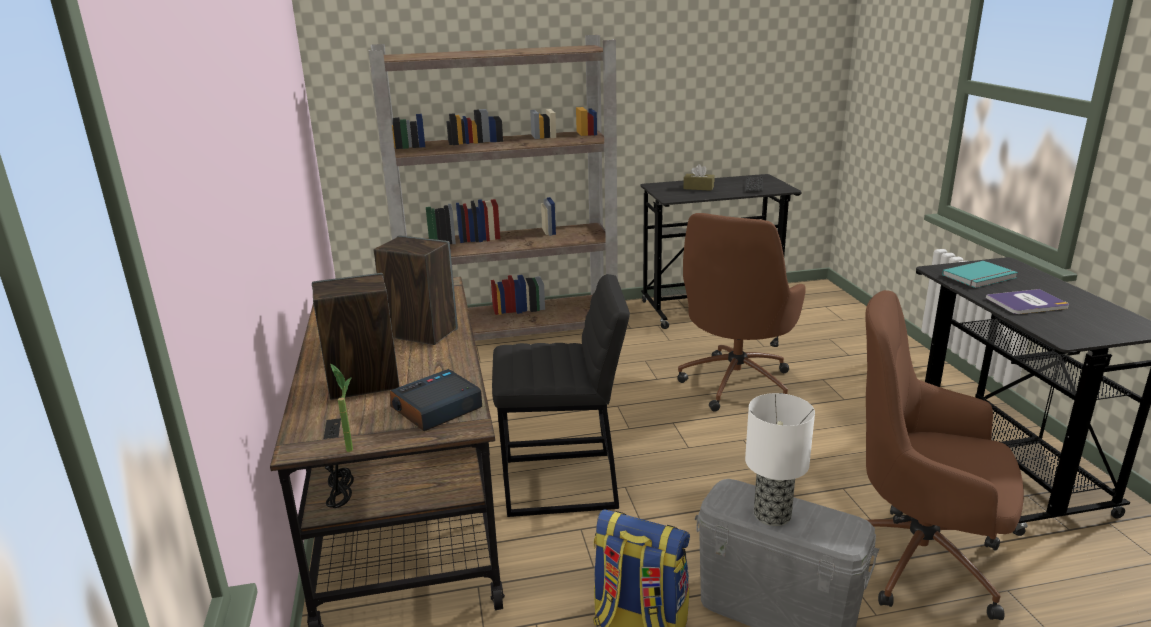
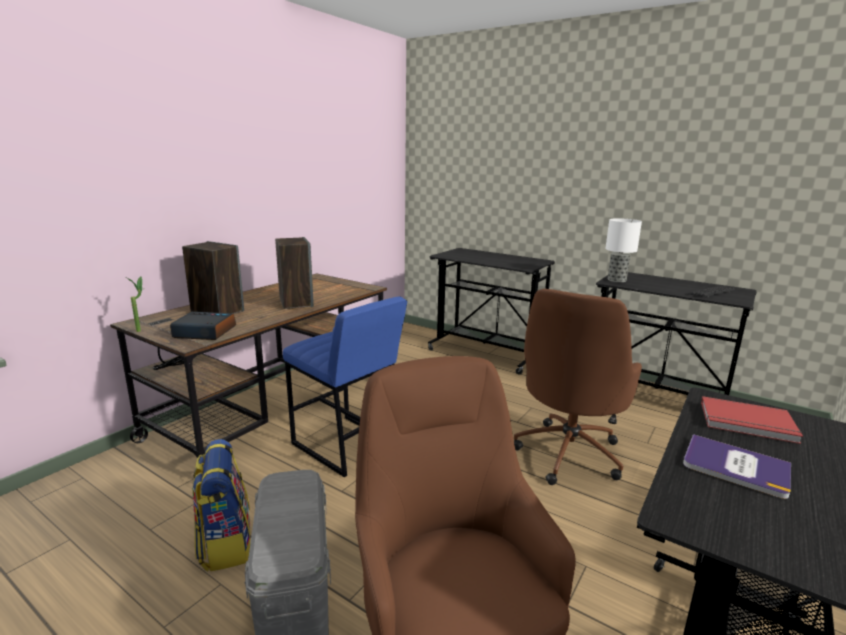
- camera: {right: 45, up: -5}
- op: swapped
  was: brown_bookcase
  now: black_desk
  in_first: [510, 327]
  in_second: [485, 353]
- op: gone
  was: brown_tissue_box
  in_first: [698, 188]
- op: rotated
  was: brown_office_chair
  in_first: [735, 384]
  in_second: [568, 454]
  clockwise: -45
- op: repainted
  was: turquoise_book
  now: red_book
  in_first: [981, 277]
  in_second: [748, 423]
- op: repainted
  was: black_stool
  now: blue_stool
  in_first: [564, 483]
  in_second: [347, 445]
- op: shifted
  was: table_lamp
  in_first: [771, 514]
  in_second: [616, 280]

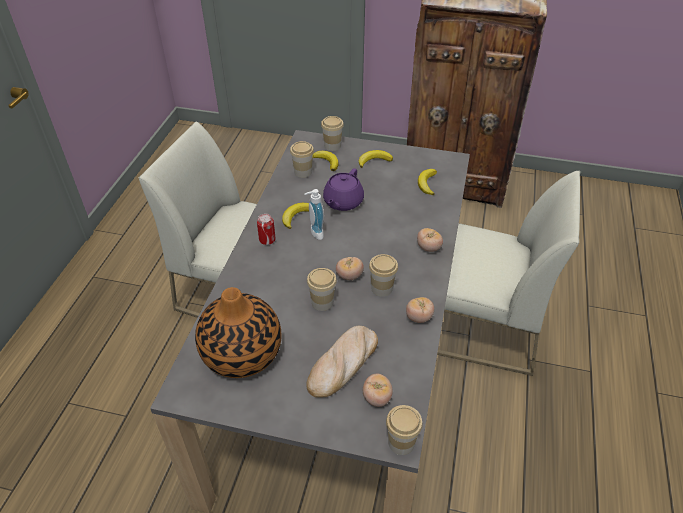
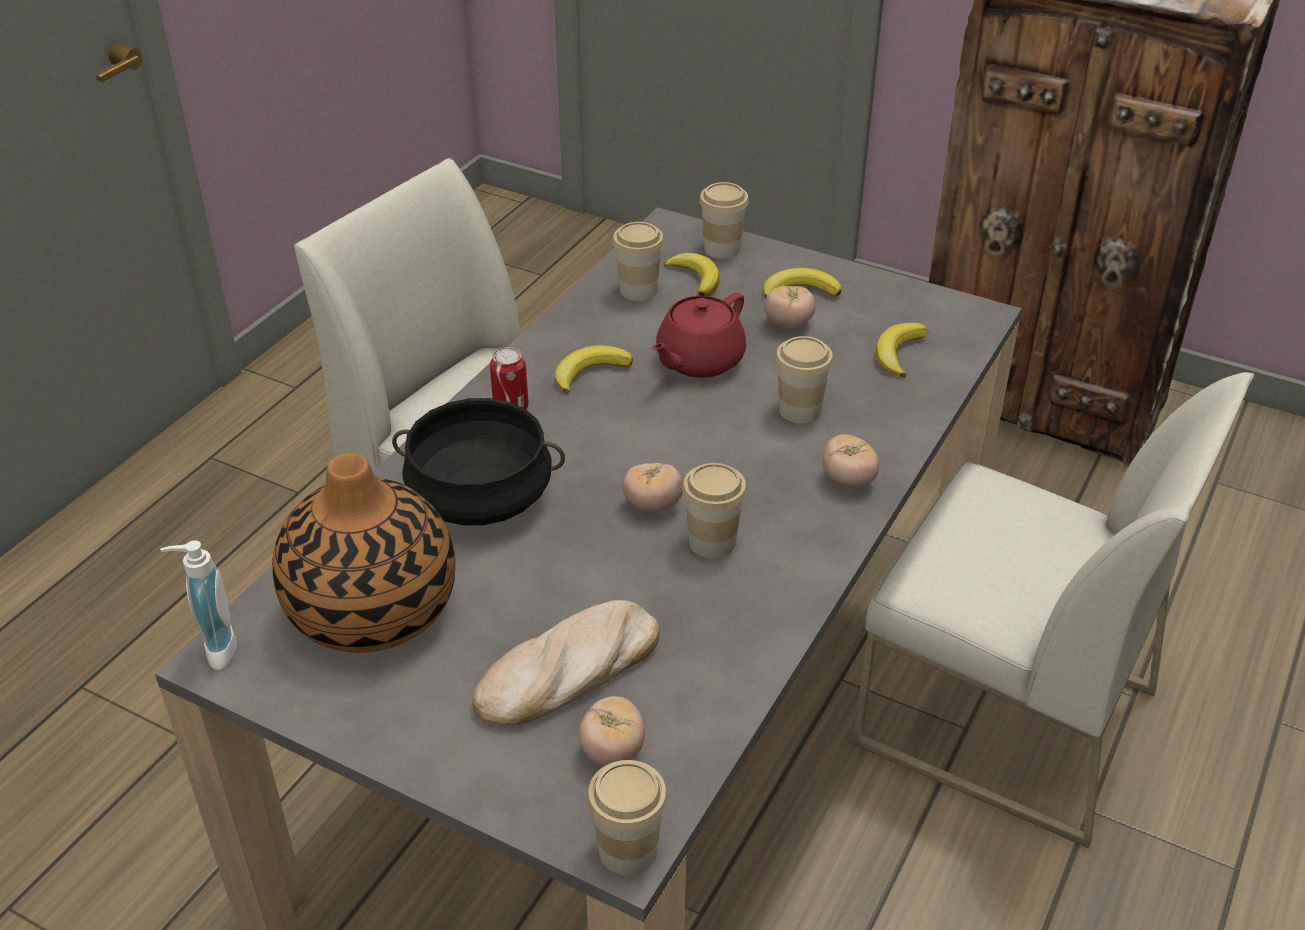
- camera: {right: 15, up: -5}
- op: repainted
  was: purple_teapot
  now: red_teapot
  in_first: [342, 202]
  in_second: [698, 361]
- op: shifted
  was: soap_dispenser
  in_first: [314, 233]
  in_second: [214, 649]
- op: shifted
  was: cup
  in_first: [322, 302]
  in_second: [799, 410]
- op: shifted
  was: tomato
  in_first: [419, 317]
  in_second: [788, 324]
- op: new
  now: black_cooking_pot
  in_second: [481, 496]

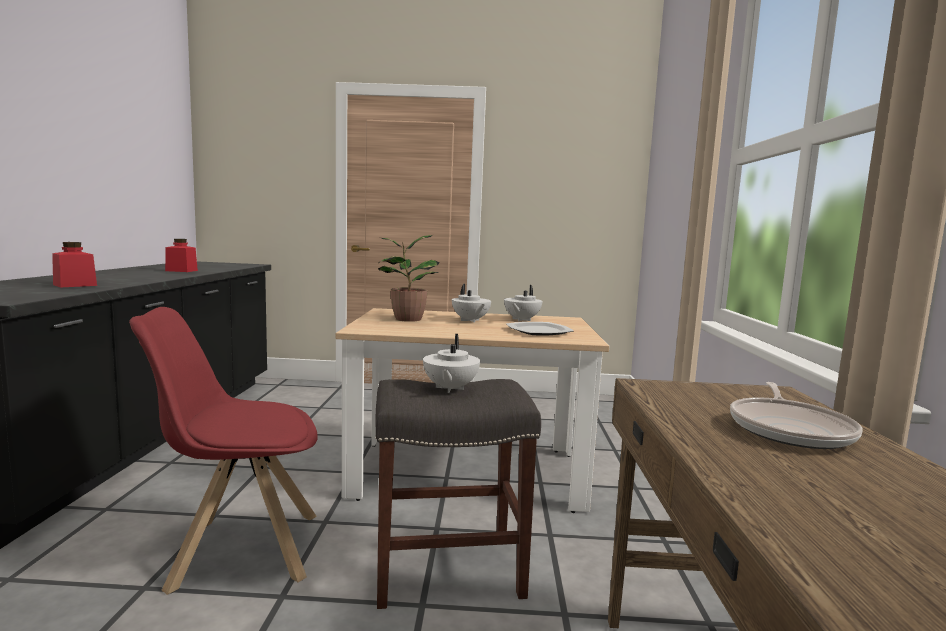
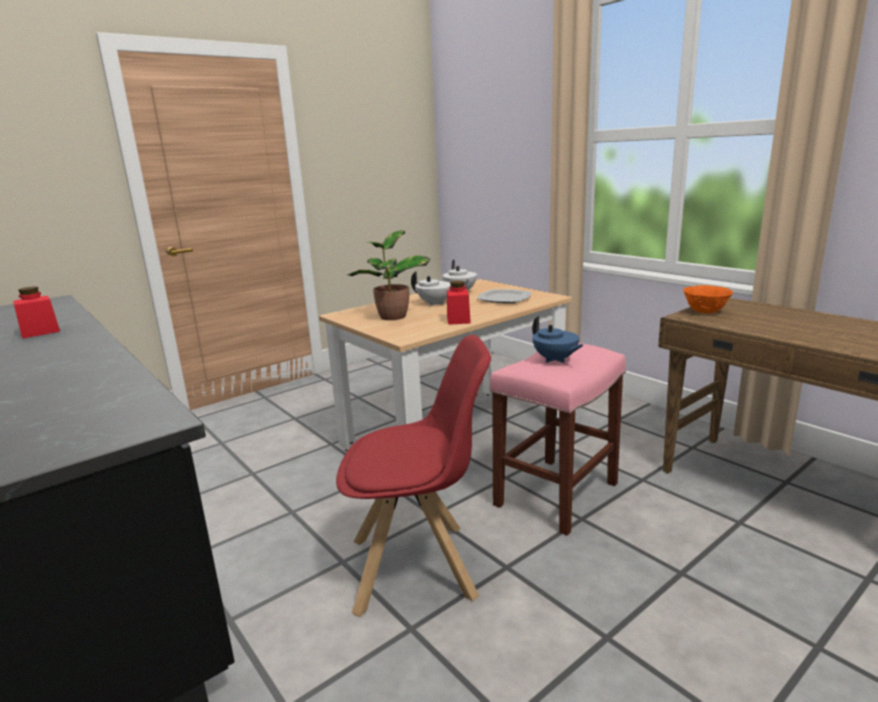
- camera: {right: -40, up: 10}
- op: shifted
  was: red_jar
  in_first: [75, 285]
  in_second: [458, 320]
- op: rotated
  was: red_chair
  in_first: [239, 550]
  in_second: [419, 566]
  clockwise: -135
- op: repainted
  was: white_teapot
  now: blue_teapot
  in_first: [449, 388]
  in_second: [555, 360]
- op: repainted
  was: grey_stool
  now: pink_stool
  in_first: [445, 569]
  in_second: [556, 495]
- op: gone
  was: frying_pan
  in_first: [789, 429]
- op: new
  now: orange_bowl
  in_second: [705, 312]

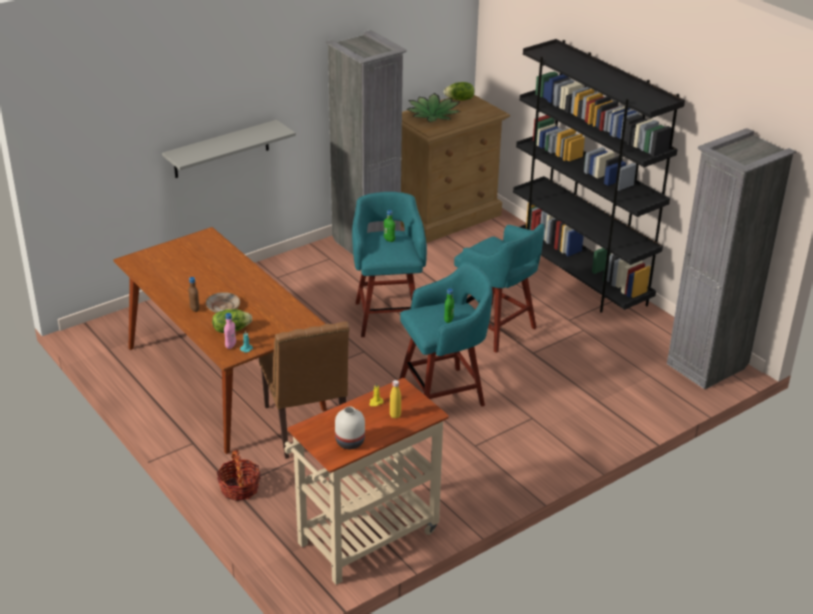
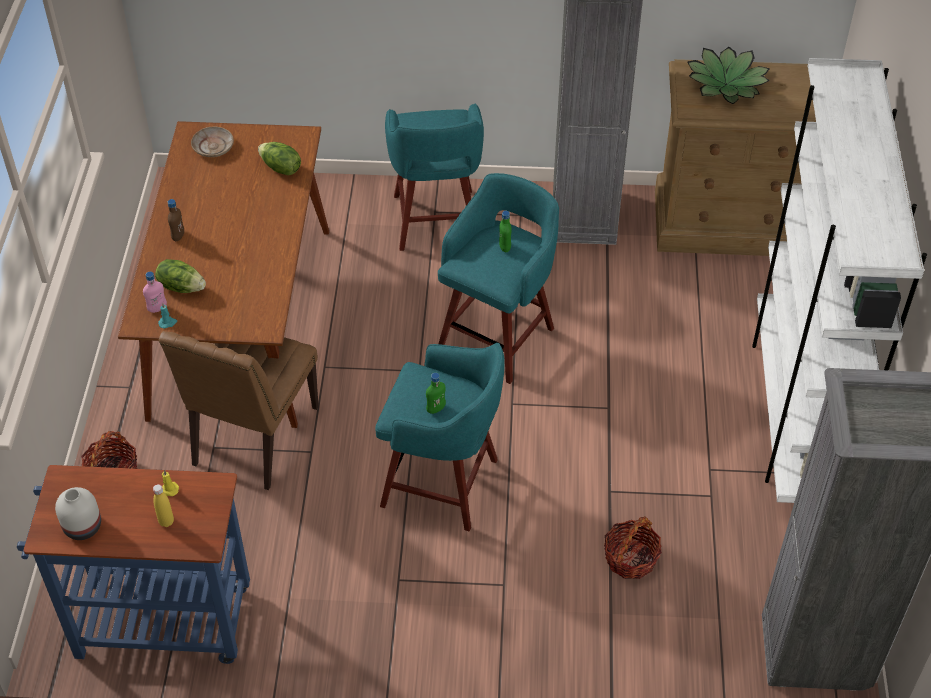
- camera: {right: 40, up: 15}
- op: repainted
  was: black_bookcase
  now: white_bookcase
  in_first: [579, 279]
  in_second: [795, 413]
- op: shifted
  was: lettuce
  in_first: [460, 99]
  in_second: [280, 168]
- op: gone
  was: grey_shelf
  in_first: [221, 149]
- op: shifted
  was: turquoise_stool
  in_first: [495, 328]
  in_second: [436, 222]
- op: shifted
  was: beige_plate
  in_first: [223, 307]
  in_second: [213, 147]
- op: repainted
  was: beige_cart
  now: blue_cart
  in_first: [366, 539]
  in_second: [160, 623]
- op: new
  now: basket
  in_second: [630, 559]

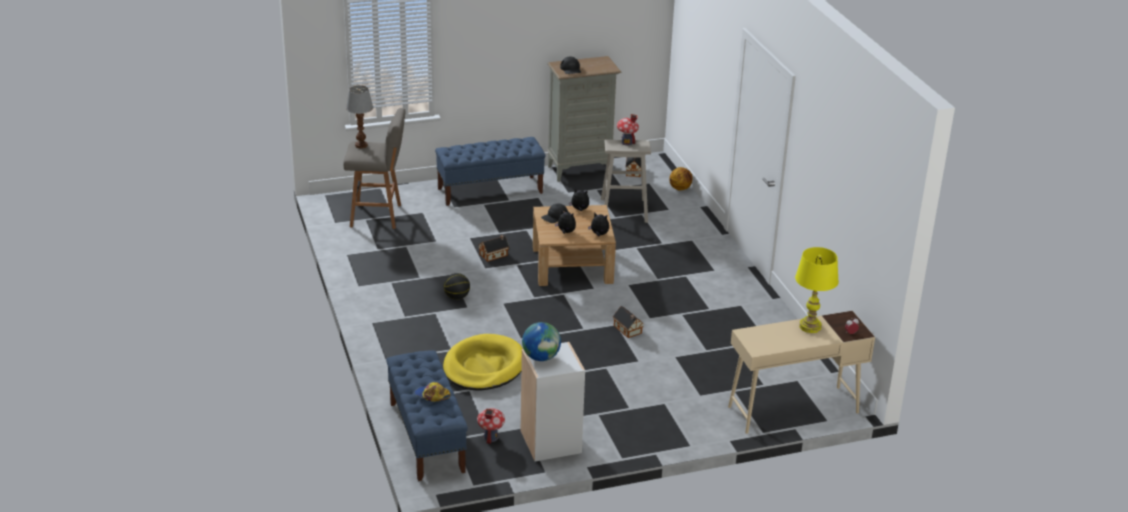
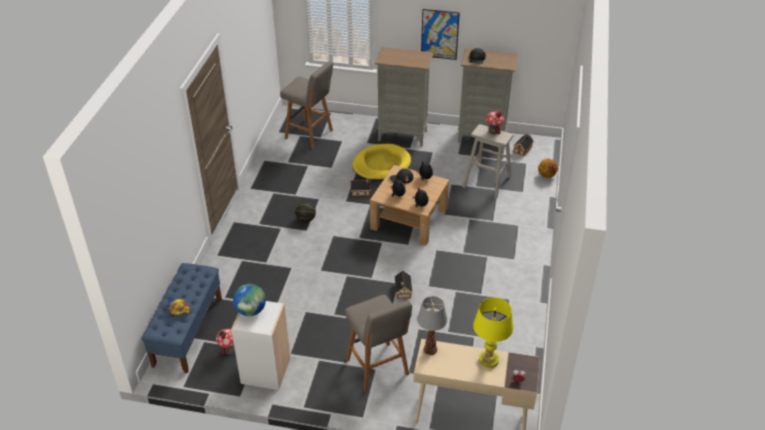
- camera: {right: 30, up: 10}
- op: shifted
  was: table_lamp
  in_first: [361, 145]
  in_second: [430, 350]
- op: swapped
  was: blue_bench
  now: grey_dresser
  in_first: [490, 190]
  in_second: [403, 136]
- op: shifted
  was: yellow_dog_bed
  in_first: [484, 367]
  in_second: [381, 165]
- op: new
  now: picture
  in_second: [439, 34]
- op: new
  now: grey_stool
  in_second: [378, 369]

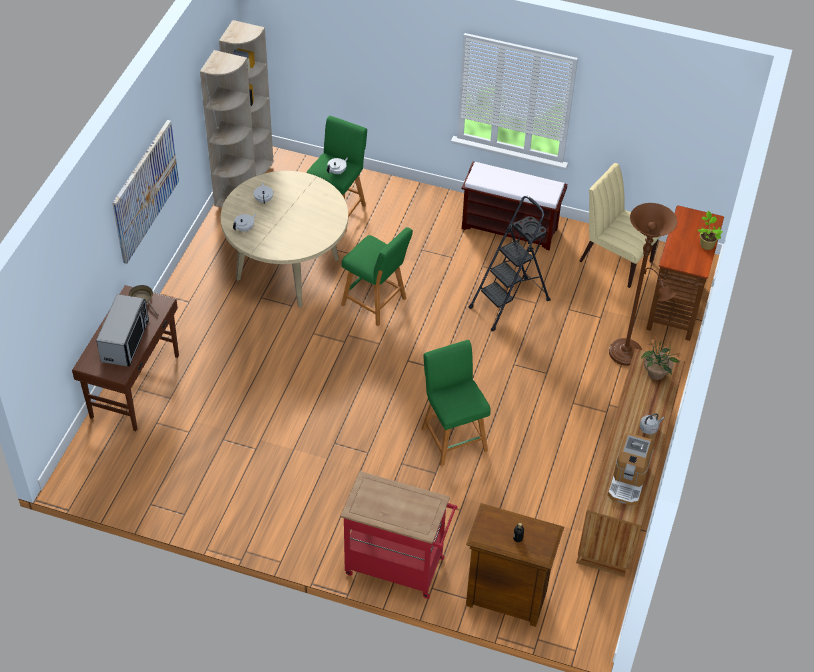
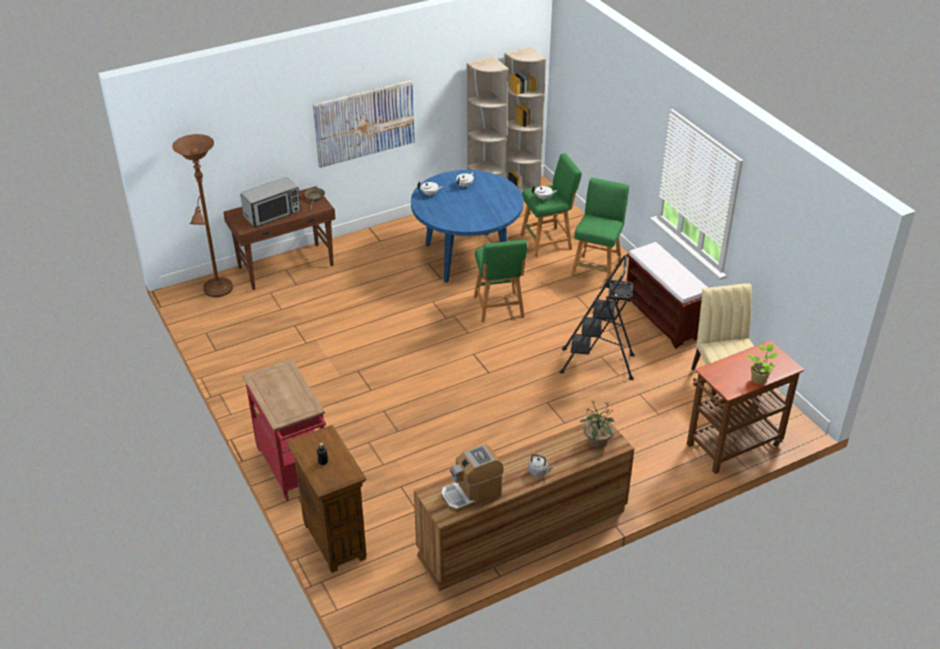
- camera: {right: 45, up: -10}
- op: repainted
  was: beige_dining_table
  now: blue_dining_table
  in_first: [287, 269]
  in_second: [467, 257]
- op: shifted
  was: brown_floor_lamp
  in_first: [629, 355]
  in_second: [217, 291]
- op: shifted
  was: green_stool
  in_first: [452, 437]
  in_second: [597, 269]

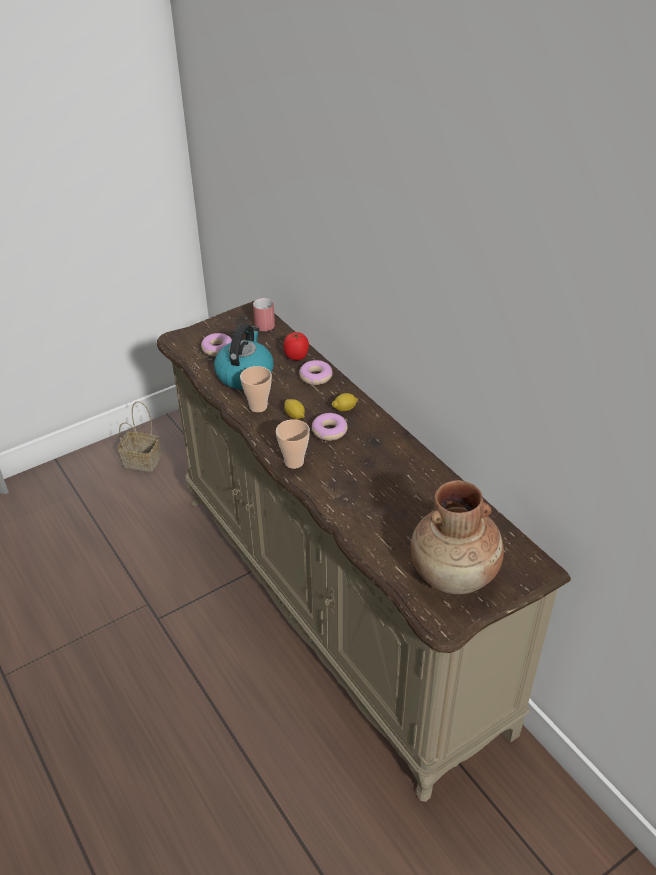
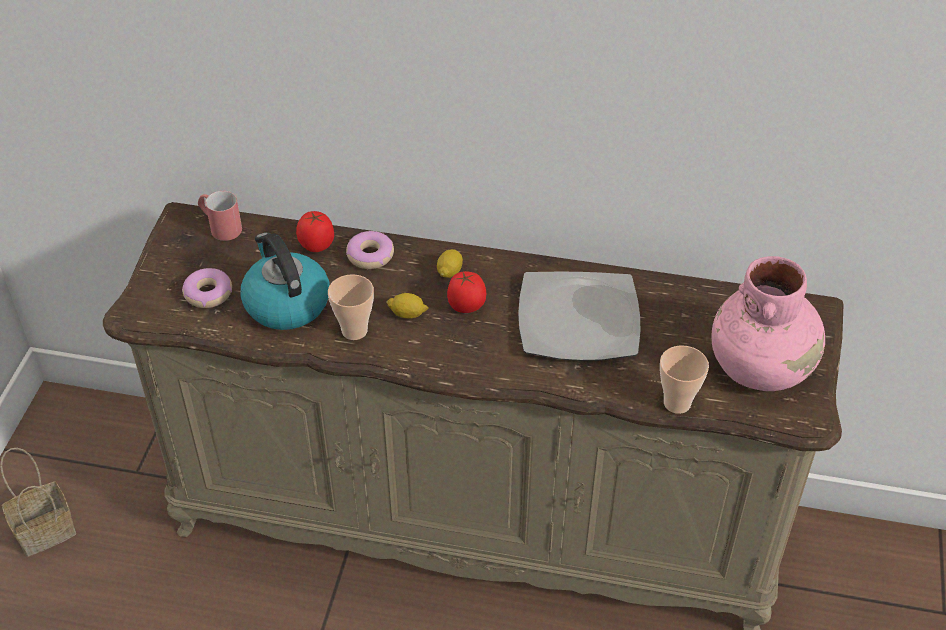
- camera: {right: -45, up: 5}
- op: swapped
  was: donut
  now: tomato
  in_first: [329, 431]
  in_second: [466, 307]
- op: shifted
  was: cup
  in_first: [294, 462]
  in_second: [677, 403]
- op: repainted
  was: brown_vase
  now: pink_vase
  in_first: [454, 574]
  in_second: [761, 367]
- op: new
  now: plate
  in_second: [579, 320]

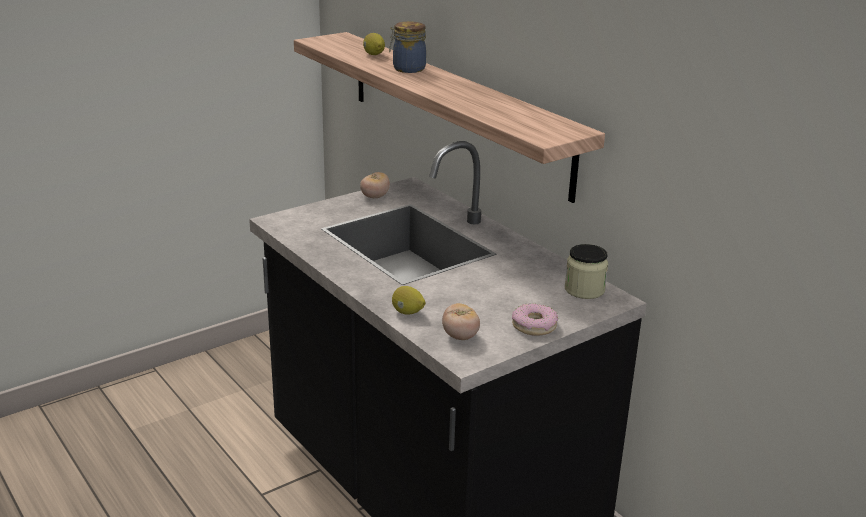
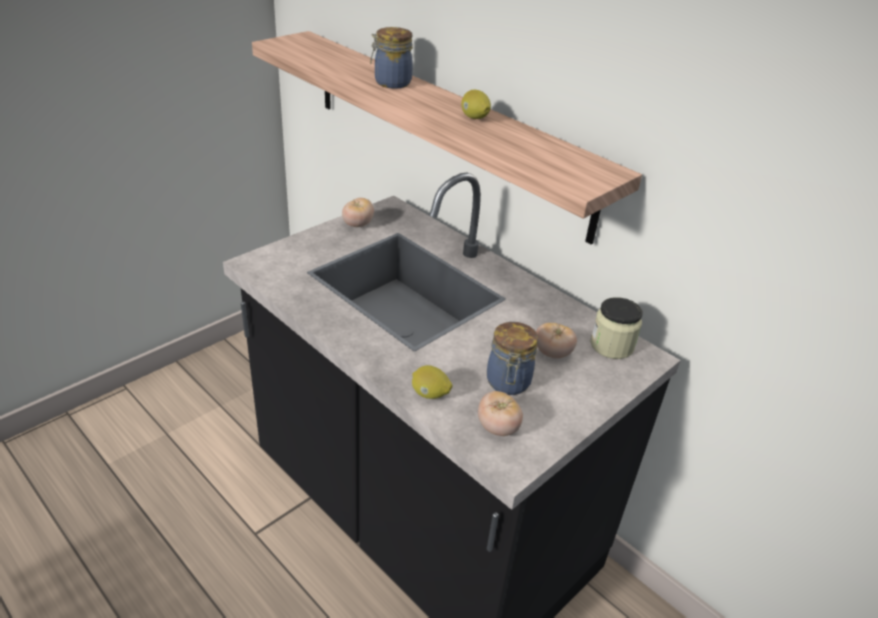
- camera: {right: -10, up: 10}
- op: shifted
  was: lemon
  in_first: [374, 55]
  in_second: [474, 118]
- op: gone
  was: donut
  in_first: [534, 326]
- op: new
  now: jar
  in_second: [508, 383]
- op: new
  now: tomato
  in_second: [552, 353]

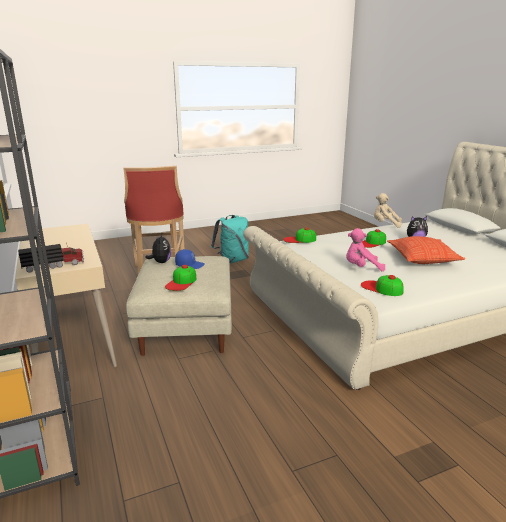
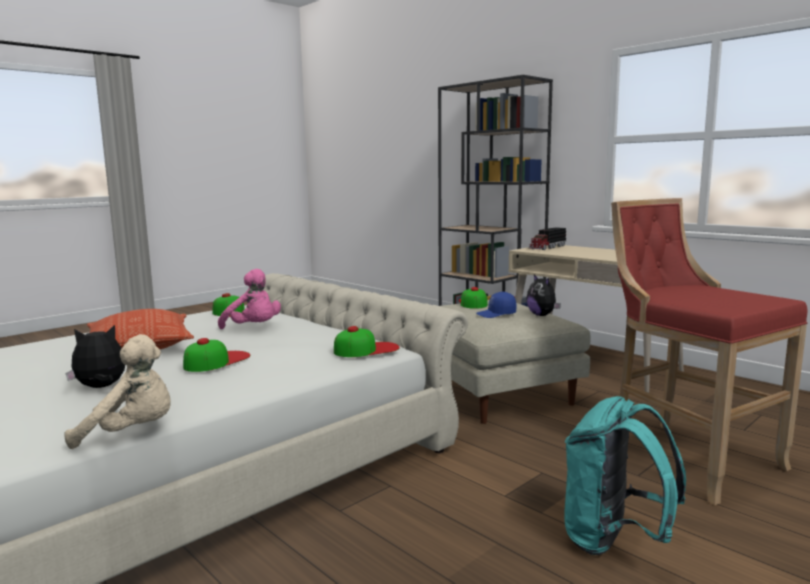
- camera: {right: 160, up: -10}
- op: rotated
  was: pink_plush_toy
  in_first: [361, 268]
  in_second: [253, 328]
  clockwise: 60

